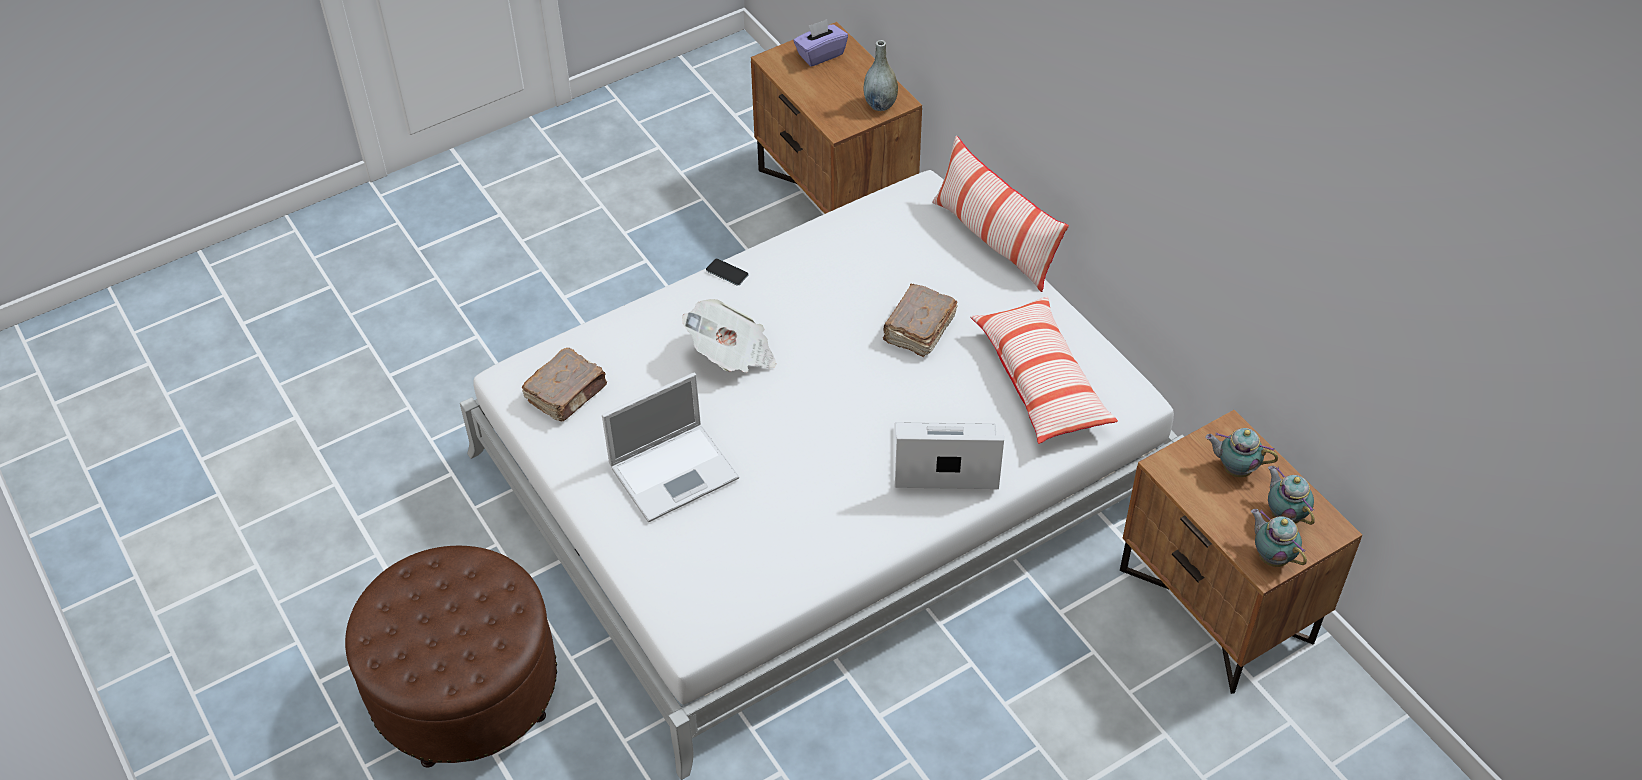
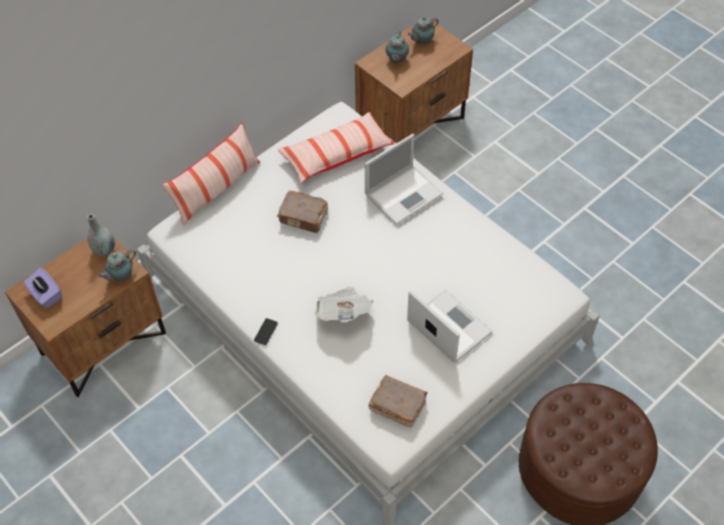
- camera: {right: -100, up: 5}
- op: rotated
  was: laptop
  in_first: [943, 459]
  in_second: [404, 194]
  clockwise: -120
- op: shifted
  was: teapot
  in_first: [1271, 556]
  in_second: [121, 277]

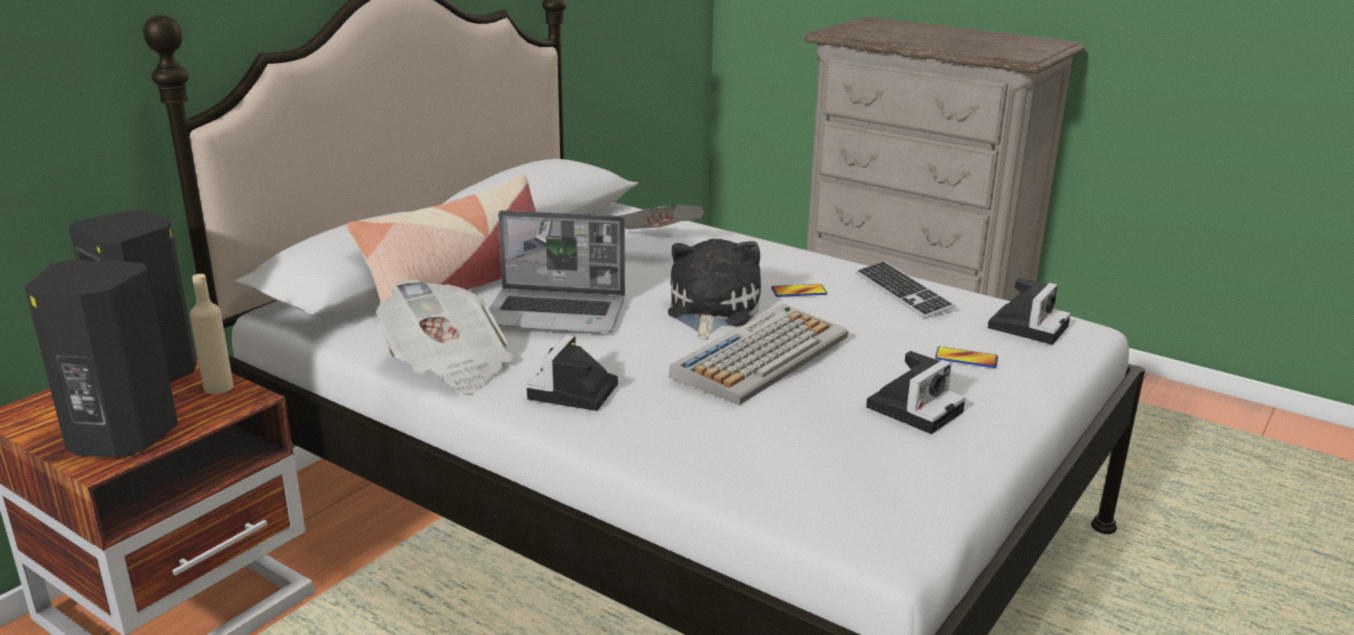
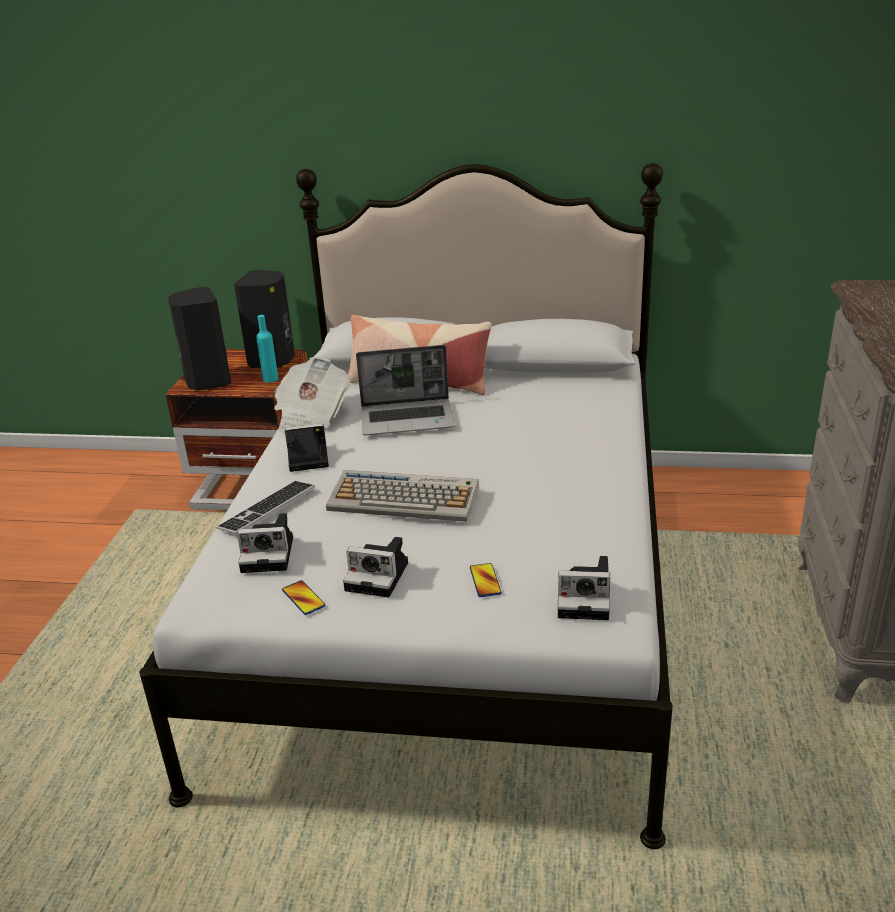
- camera: {right: 65, up: 5}
- op: gone
  was: newspaper
  in_first: [656, 243]
- op: rotated
  was: laptop
  in_first: [557, 313]
  in_second: [408, 419]
  clockwise: -75
- op: gone
  was: plush_toy
  in_first: [710, 311]
- op: shifted
  was: keyboard
  in_first: [902, 292]
  in_second: [267, 509]
- op: repainted
  was: beige_bottle
  now: turquoise_bottle
  in_first: [218, 387]
  in_second: [270, 379]
- op: shifted
  was: phone
  in_first: [798, 292]
  in_second: [303, 598]
- op: new
  now: photo_camera
  in_second: [270, 554]

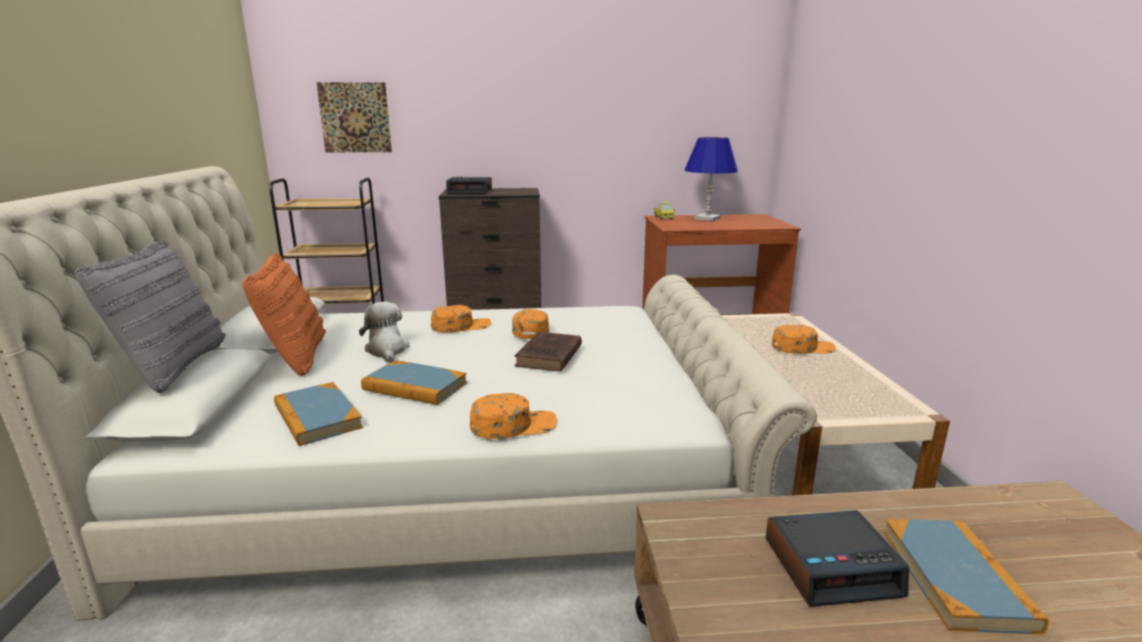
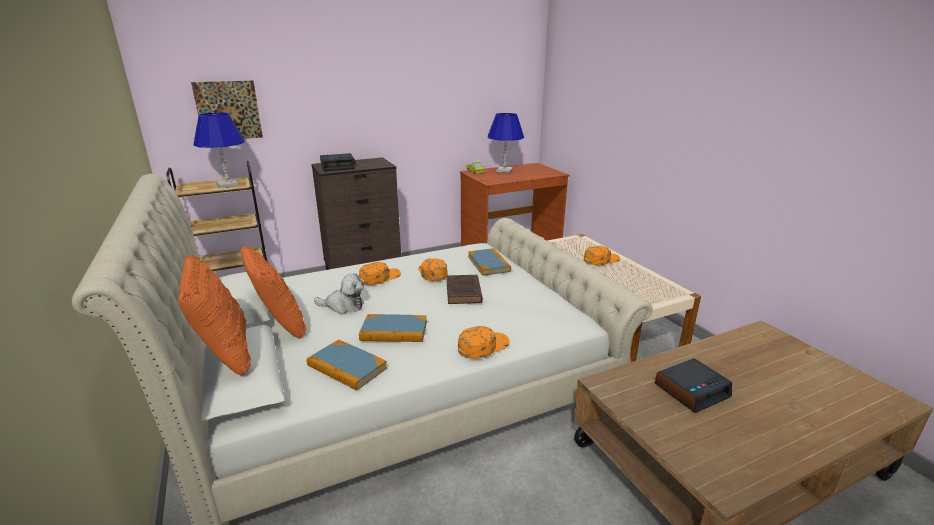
- camera: {right: -20, up: 5}
- op: repainted
  was: grey_pillow
  now: orange_pillow
  in_first: [174, 368]
  in_second: [225, 353]
- op: rotated
  was: plush_toy
  in_first: [387, 350]
  in_second: [343, 306]
  clockwise: 135
- op: shifted
  was: book
  in_first: [955, 577]
  in_second: [489, 264]
- op: new
  now: blue_table_lamp
  in_second: [228, 184]

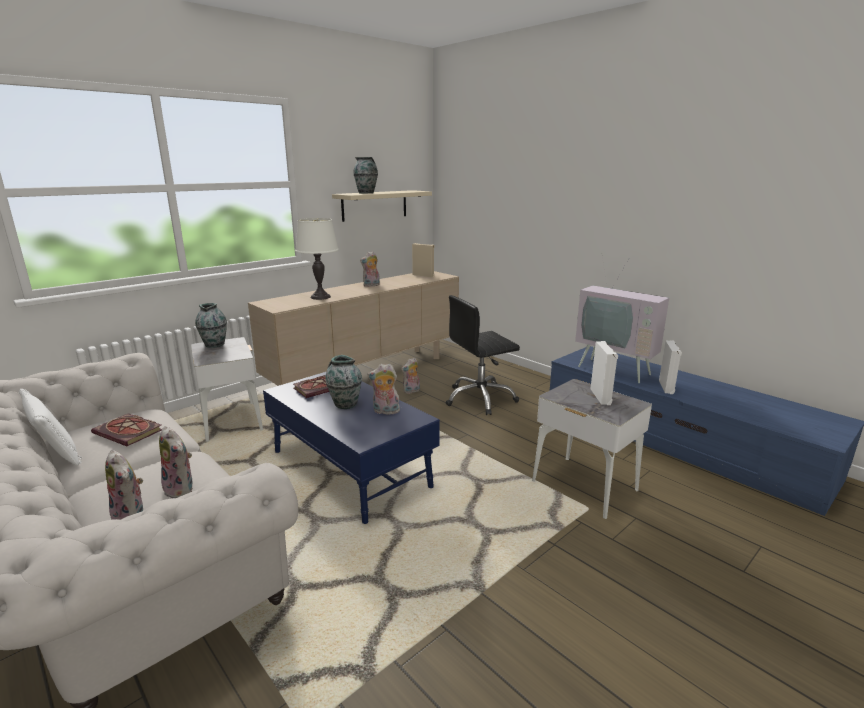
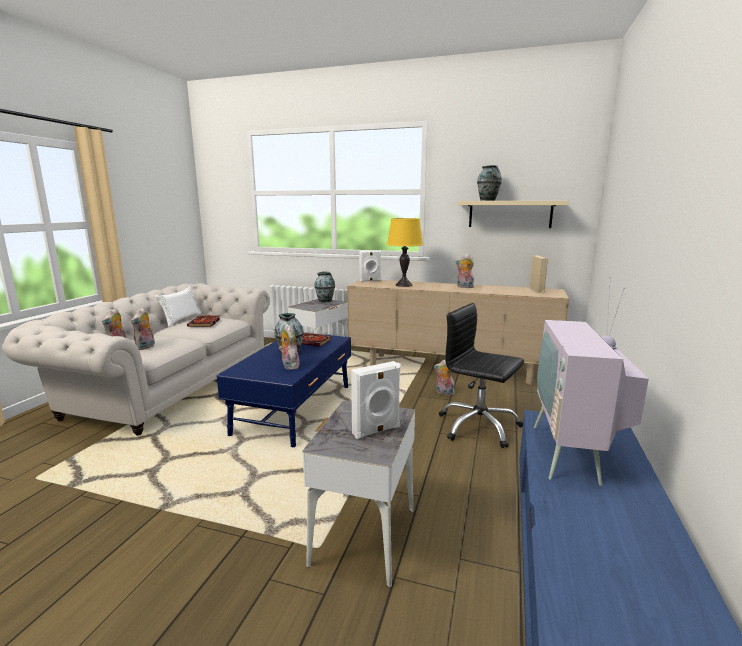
- camera: {right: 60, up: -5}
- op: repainted
  was: white_table_lamp
  now: yellow_table_lamp
  in_first: [320, 297]
  in_second: [404, 285]
- op: shifted
  was: white_speaker
  in_first: [667, 387]
  in_second: [370, 281]

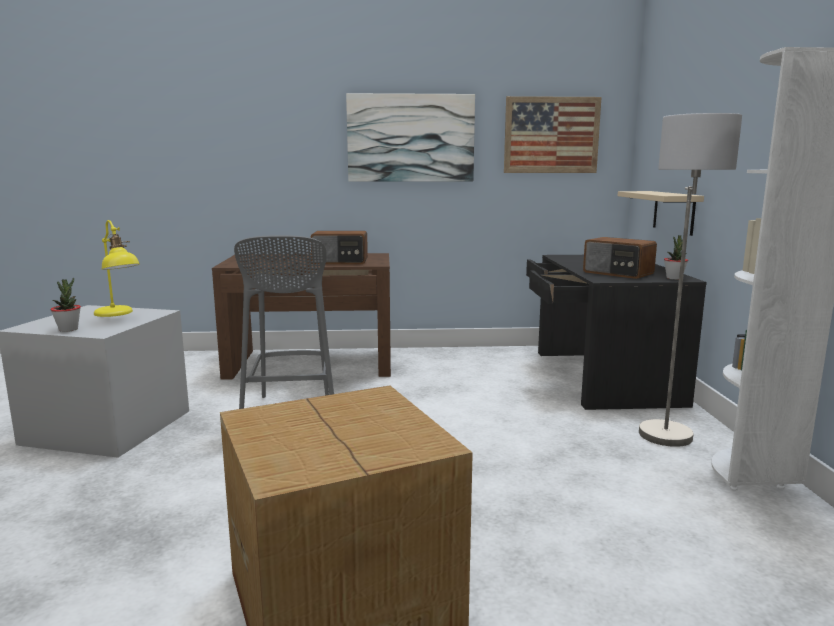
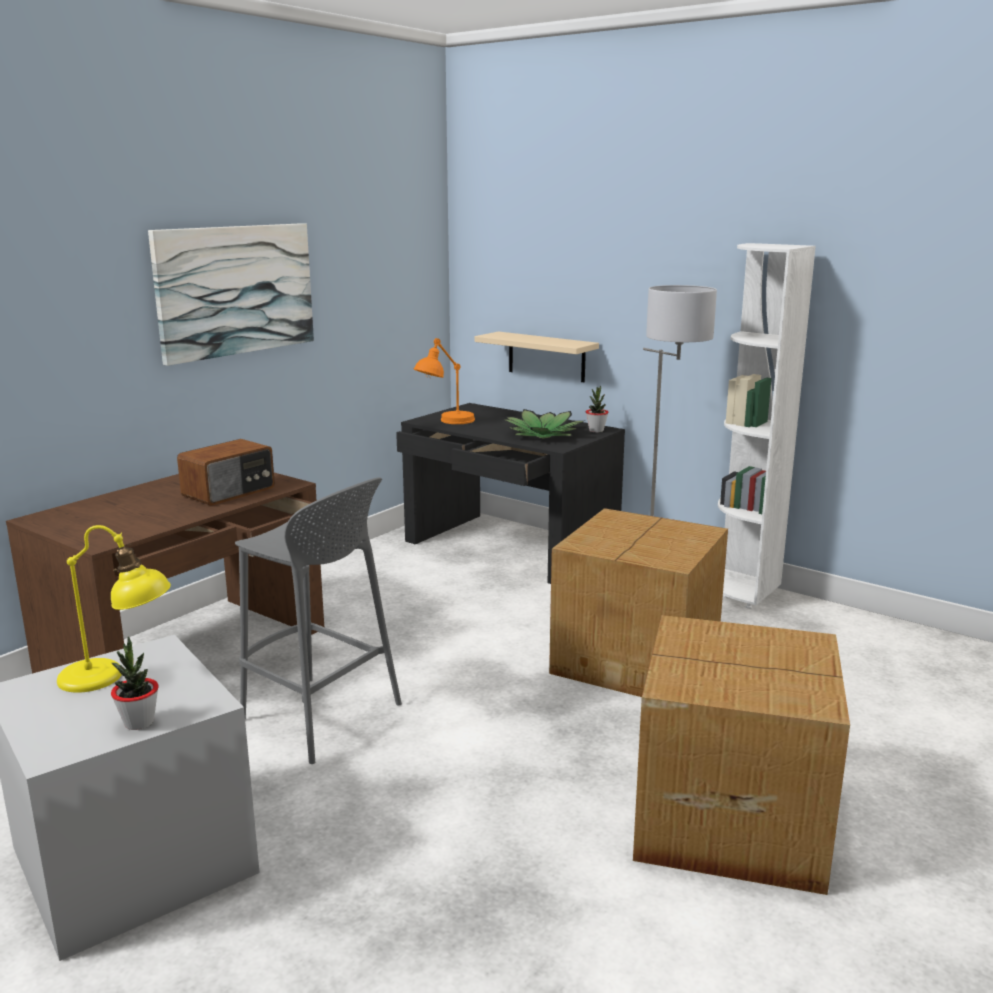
- camera: {right: -50, up: 5}
- op: gone
  was: picture
  in_first: [551, 135]
- op: swapped
  was: radio
  now: potted_plant
  in_first: [618, 273]
  in_second: [543, 435]
- op: new
  now: orange_table_lamp
  in_second: [446, 423]
- op: new
  now: cardboard_box
  in_second: [638, 660]

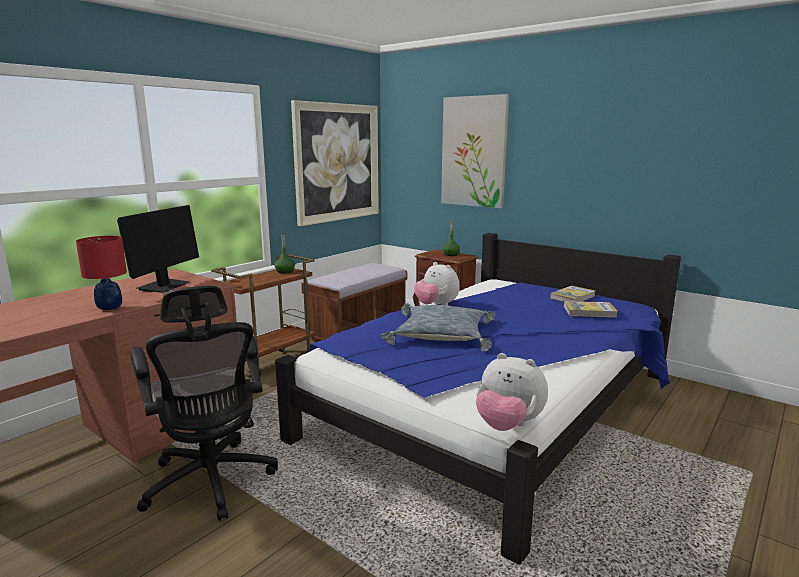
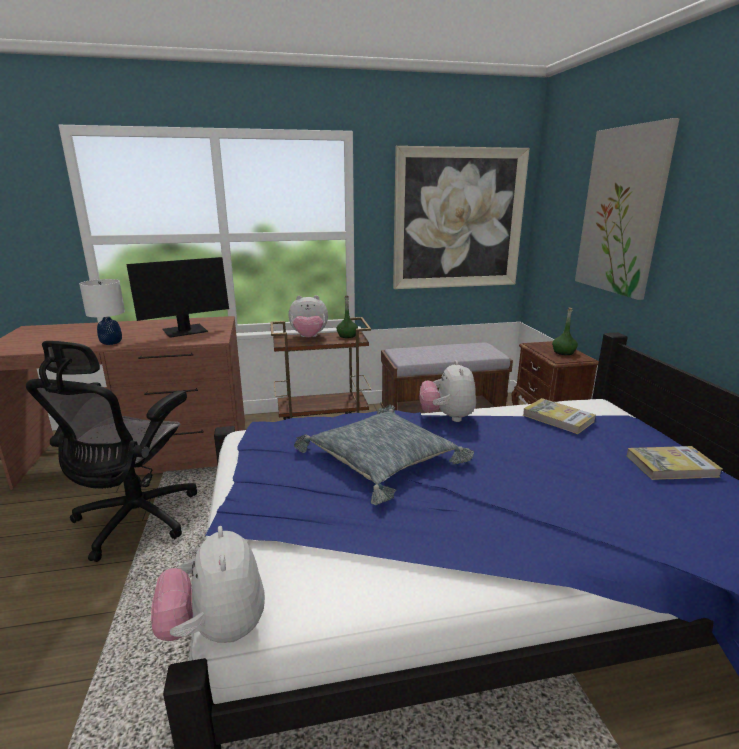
- camera: {right: 40, up: 5}
- op: repainted
  was: red_table_lamp
  now: white_table_lamp
  in_first: [108, 308]
  in_second: [110, 343]
- op: shifted
  was: book
  in_first: [589, 311]
  in_second: [558, 418]
- op: new
  now: plush_toy
  in_second: [309, 337]

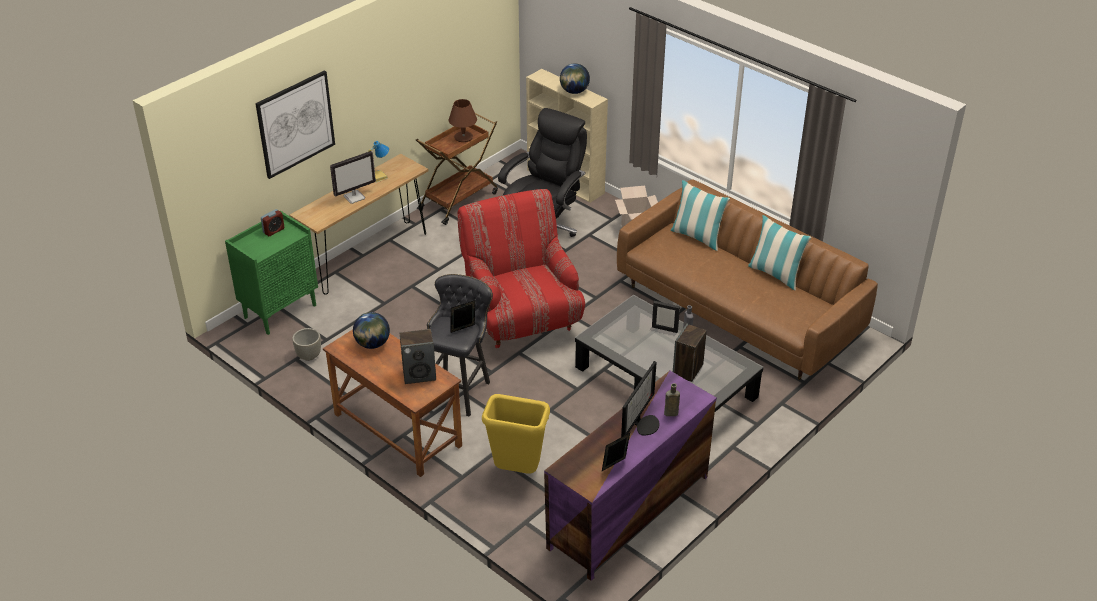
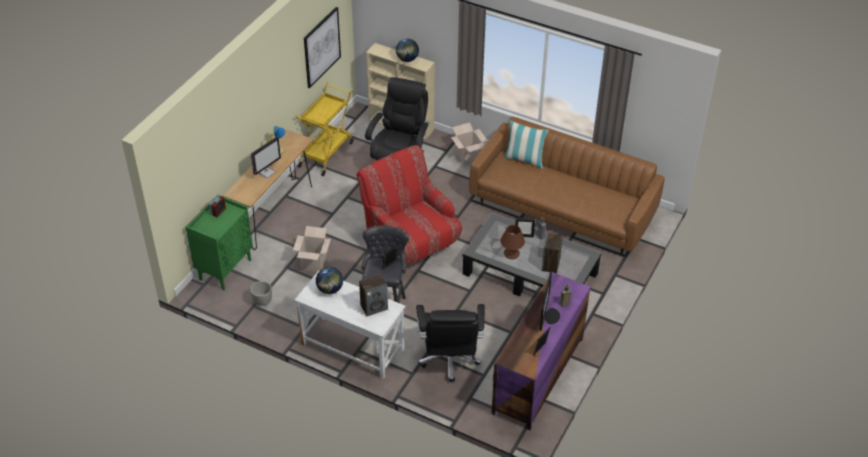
- camera: {right: -15, up: 5}
- op: shifted
  was: picture
  in_first: [295, 124]
  in_second: [321, 47]
- op: shifted
  was: brown_table_lamp
  in_first: [463, 137]
  in_second: [511, 253]
- op: repainted
  was: brown_cart
  now: yellow_cart
  in_first: [459, 201]
  in_second: [326, 154]
- op: gone
  was: pillow
  in_first: [775, 274]
- op: repainted
  was: brown_desk
  now: white_desk
  in_first: [397, 430]
  in_second: [352, 347]
- op: swapped
  was: yellow_trash_can
  now: black_office_chair
  in_first: [516, 472]
  in_second: [450, 362]
- op: new
  now: cardboard_box
  in_second: [313, 263]

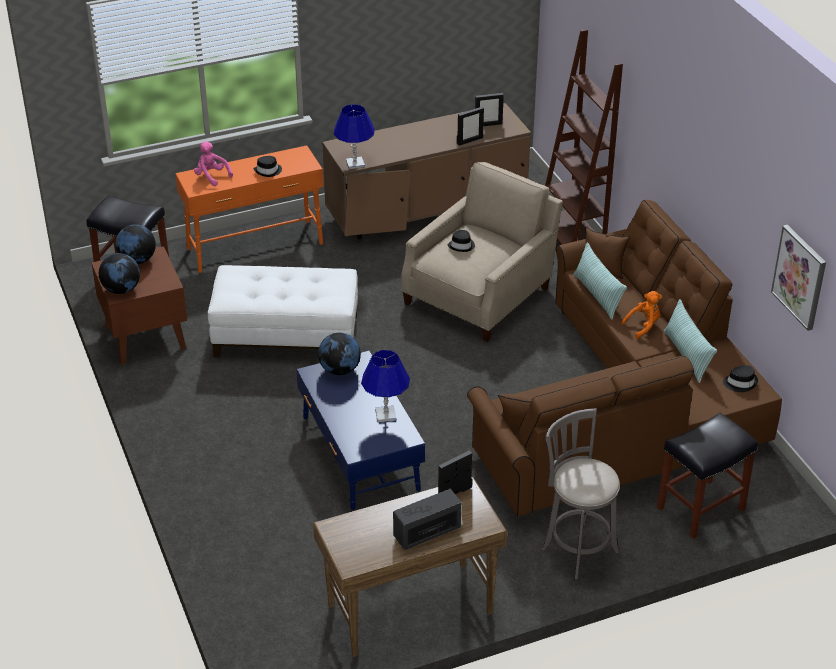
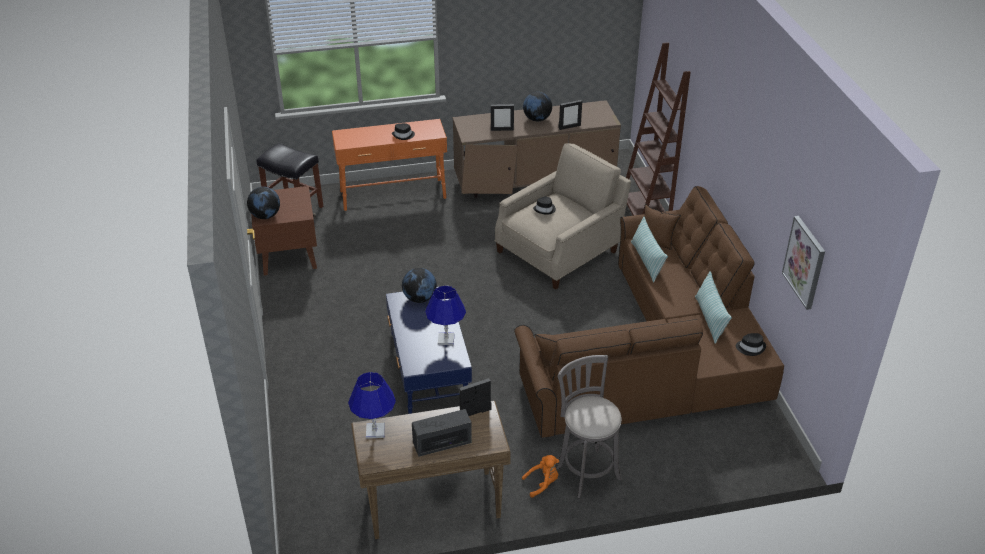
- camera: {right: 10, up: 0}
- op: shifted
  was: picture_frame
  in_first: [488, 124]
  in_second: [502, 129]
- op: shifted
  was: blue_table_lamp
  in_first: [355, 164]
  in_second: [375, 431]
- op: gone
  was: pink_plush_toy
  in_first: [211, 176]
- op: shifted
  was: globe
  in_first: [137, 260]
  in_second: [537, 119]
- op: gone
  was: white_ottoman
  in_first: [286, 335]
- op: shifted
  was: orange_plush_toy
  in_first: [643, 326]
  in_second: [542, 483]
- op: gone
  was: black_stool
  in_first: [700, 509]

